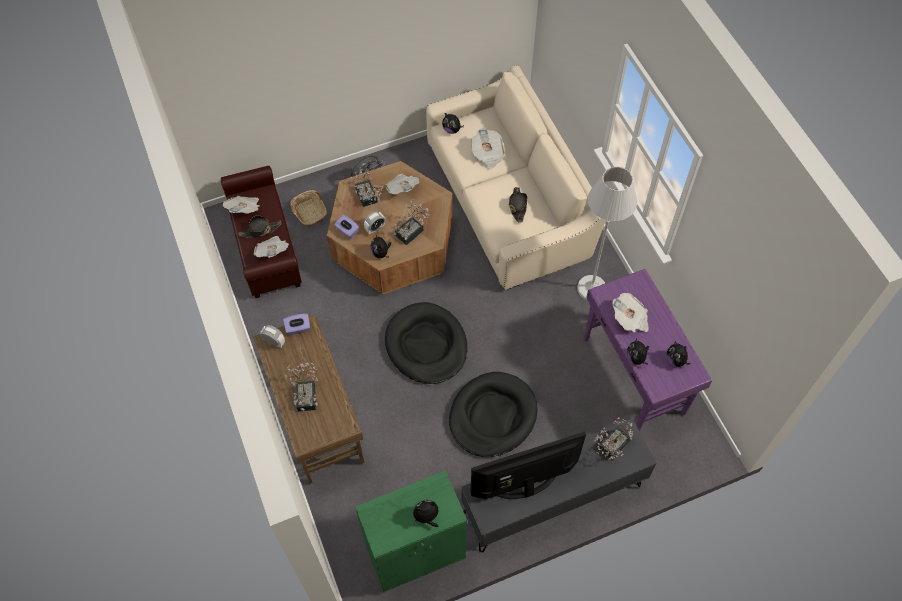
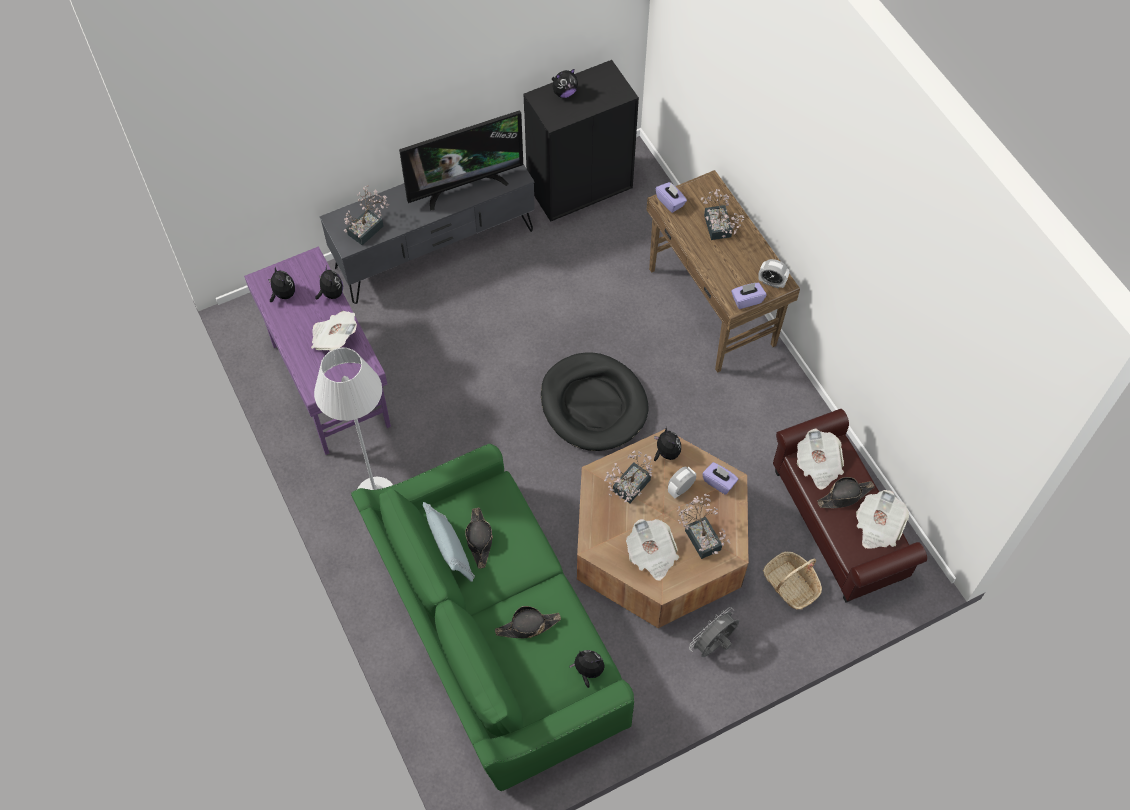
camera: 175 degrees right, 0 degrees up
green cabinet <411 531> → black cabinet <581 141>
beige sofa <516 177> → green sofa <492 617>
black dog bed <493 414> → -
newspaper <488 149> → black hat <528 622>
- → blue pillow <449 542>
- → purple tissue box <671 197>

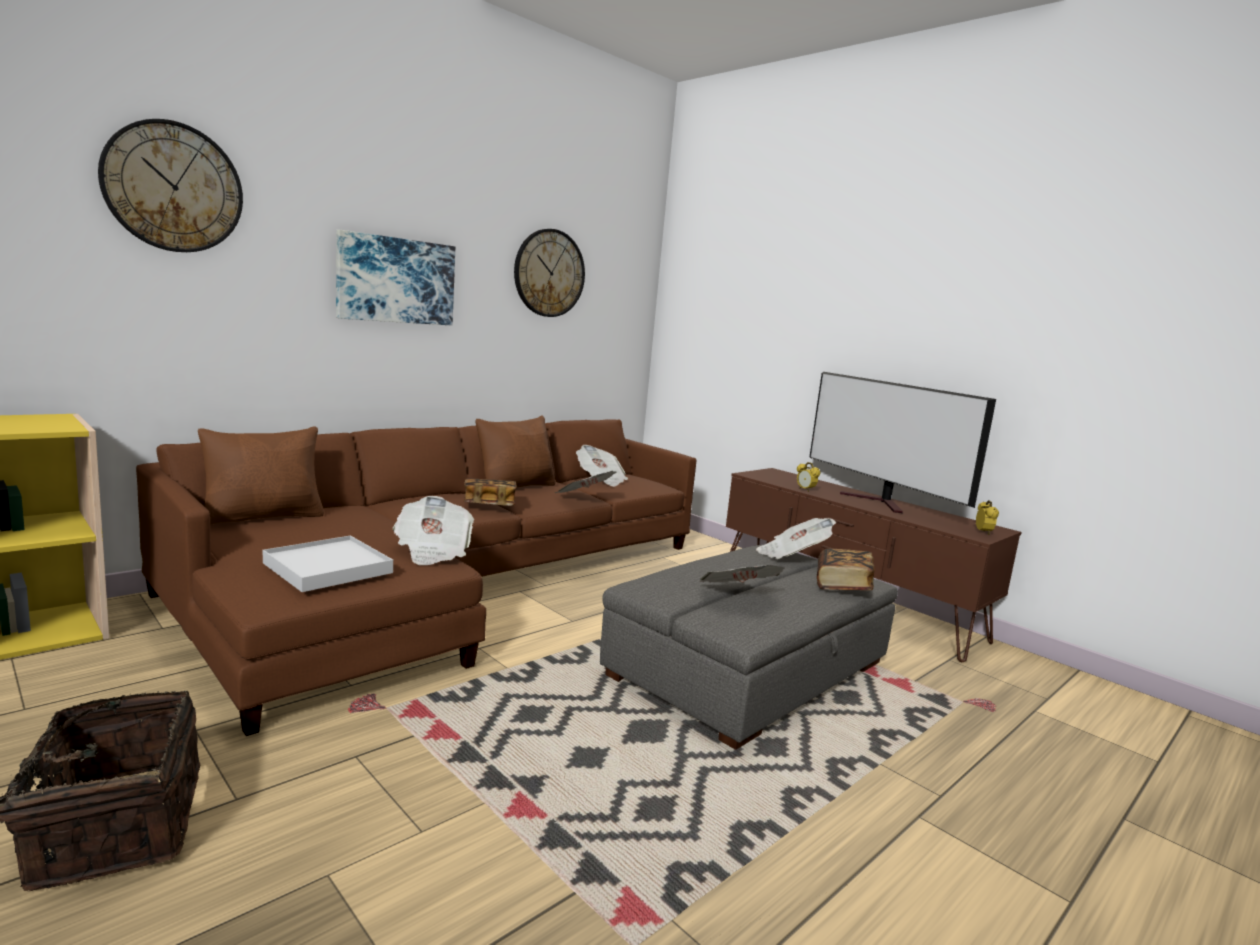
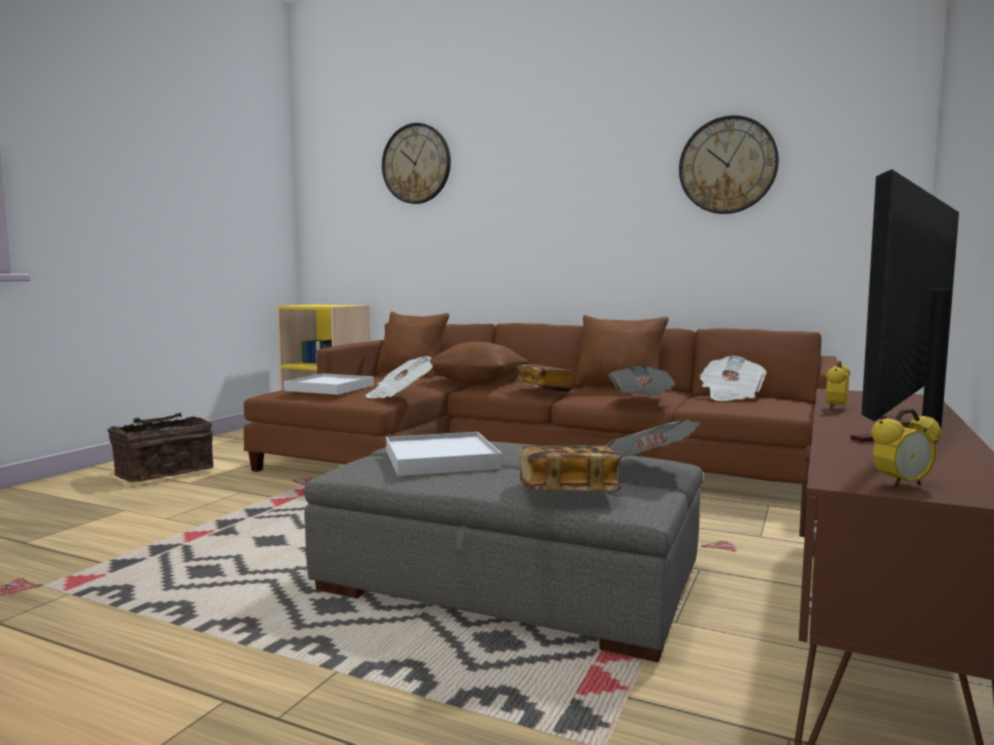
camera: 70 degrees right, 5 degrees down
picture <395 278> → -
newspaper <742 574> → white tray <444 454>
- → brown pillow <479 363>

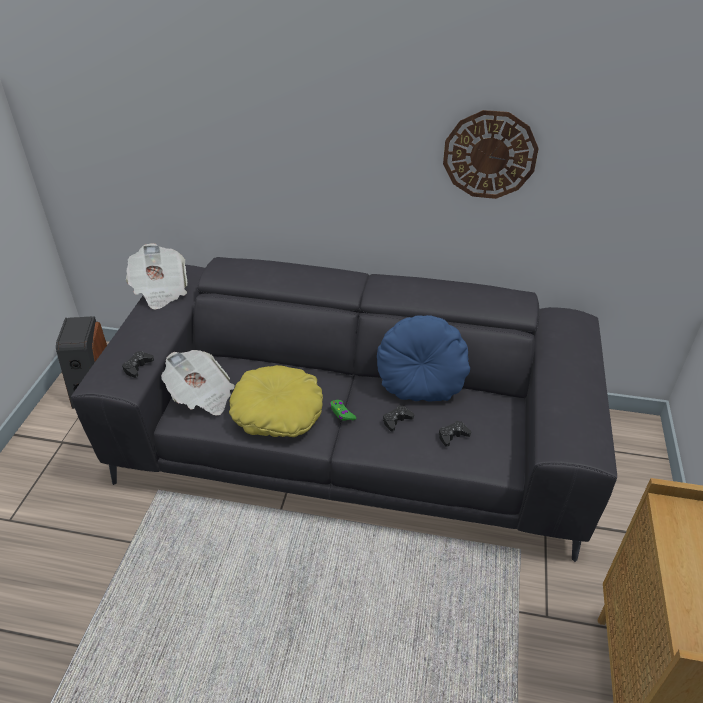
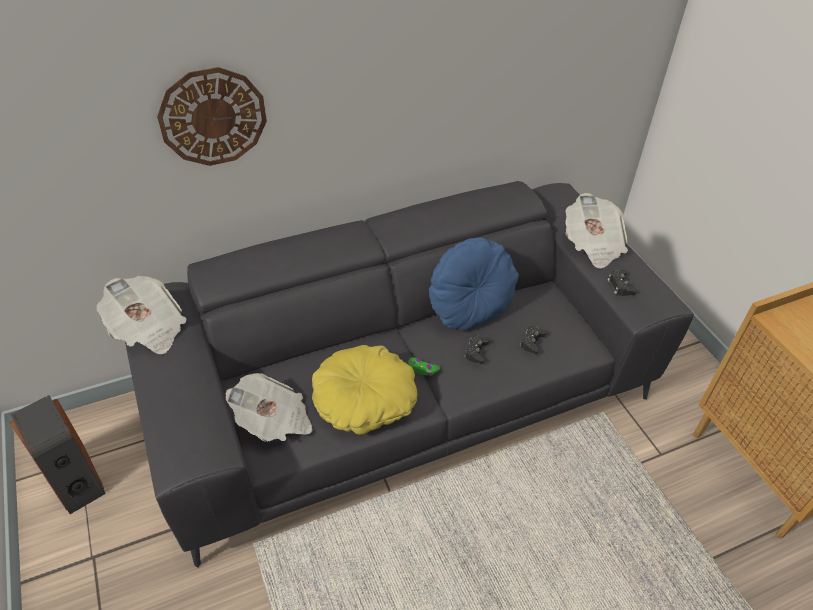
camera: 35 degrees left, 5 degrees up
black game controller <138 364> → black game controller <622 283>, relocated
wall clock <491 154> → wall clock <212 116>, relocated
- → newspaper <596 231>

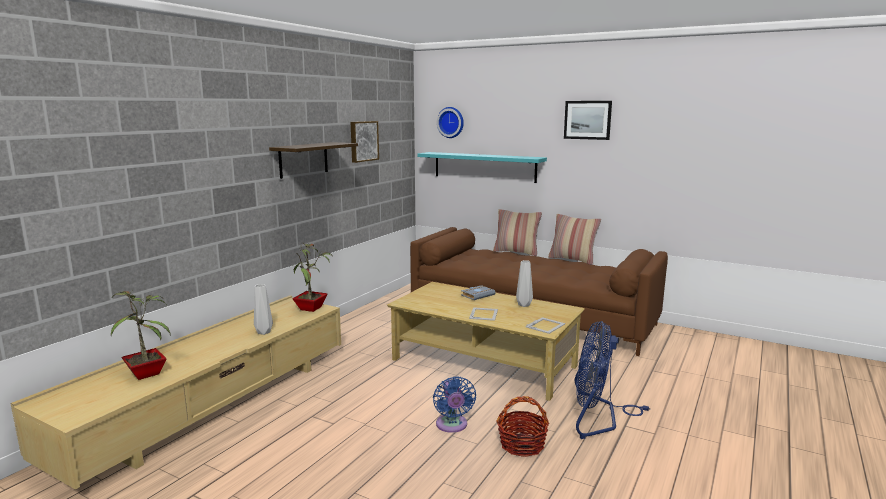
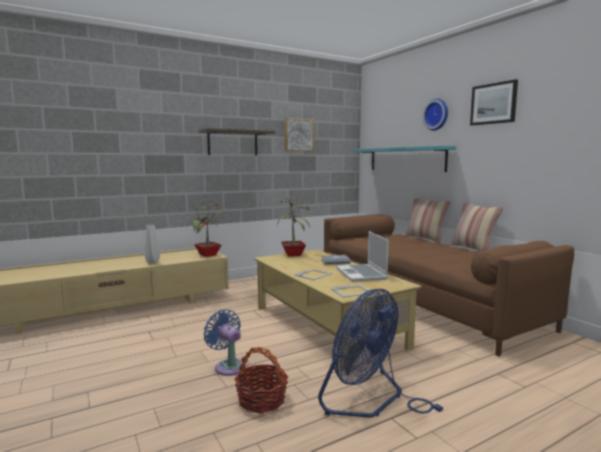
camera: 30 degrees right, 5 degrees down
potted plant <141 335> → potted plant <293 227>, relocated
blue fan <454 404> → blue fan <224 343>, 120 degrees clockwise
wall clock <450 122> → wall clock <435 114>, relocated
grey vase <524 283> → laptop <362 256>

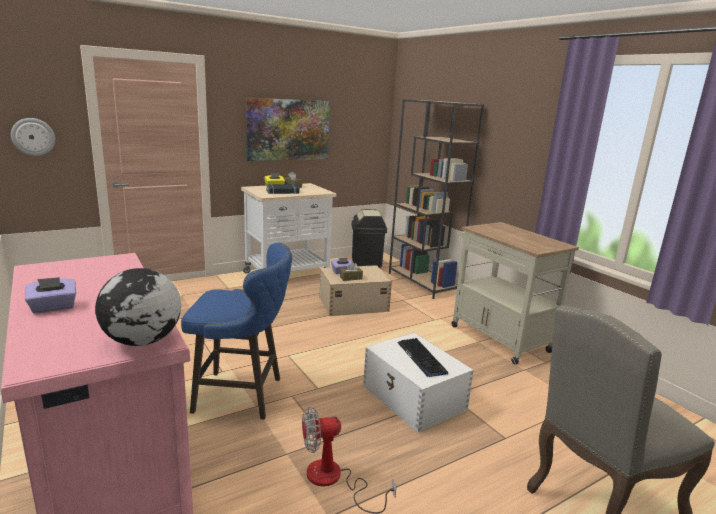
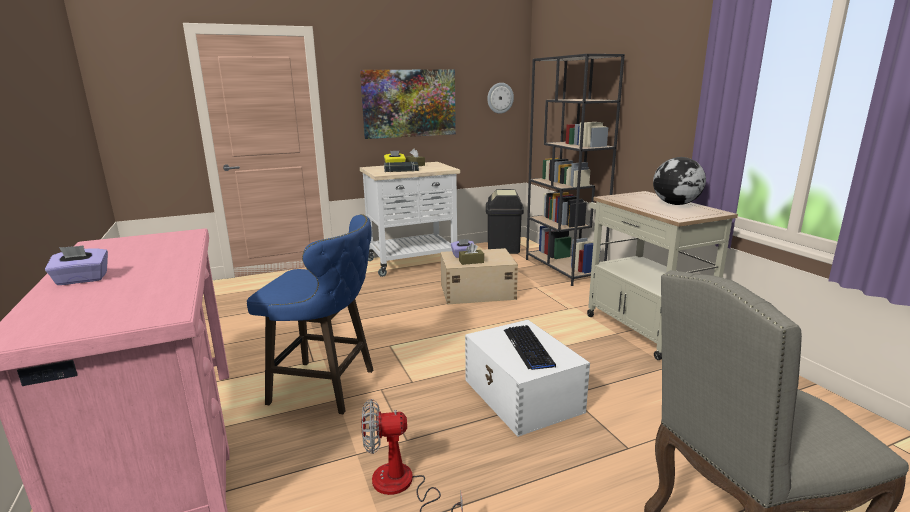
camera: 10 degrees right, 0 degrees up
wall clock <33 137> → wall clock <500 98>, relocated
globe <138 307> → globe <679 181>, relocated

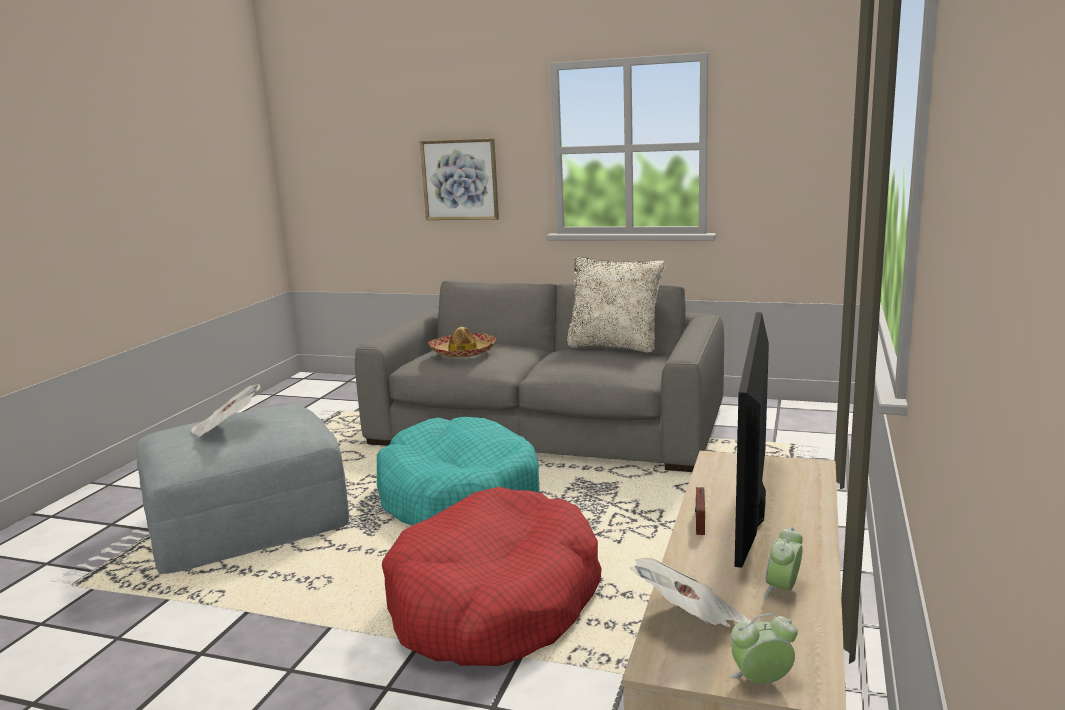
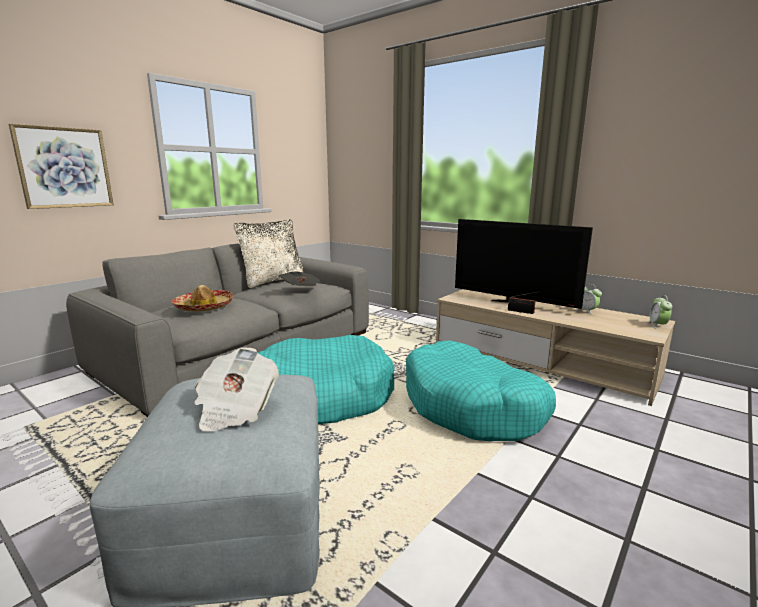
camera: 70 degrees left, 0 degrees up
red dog bed <492 576> → turquoise dog bed <481 391>
newspaper <690 592> → newspaper <300 279>, relocated

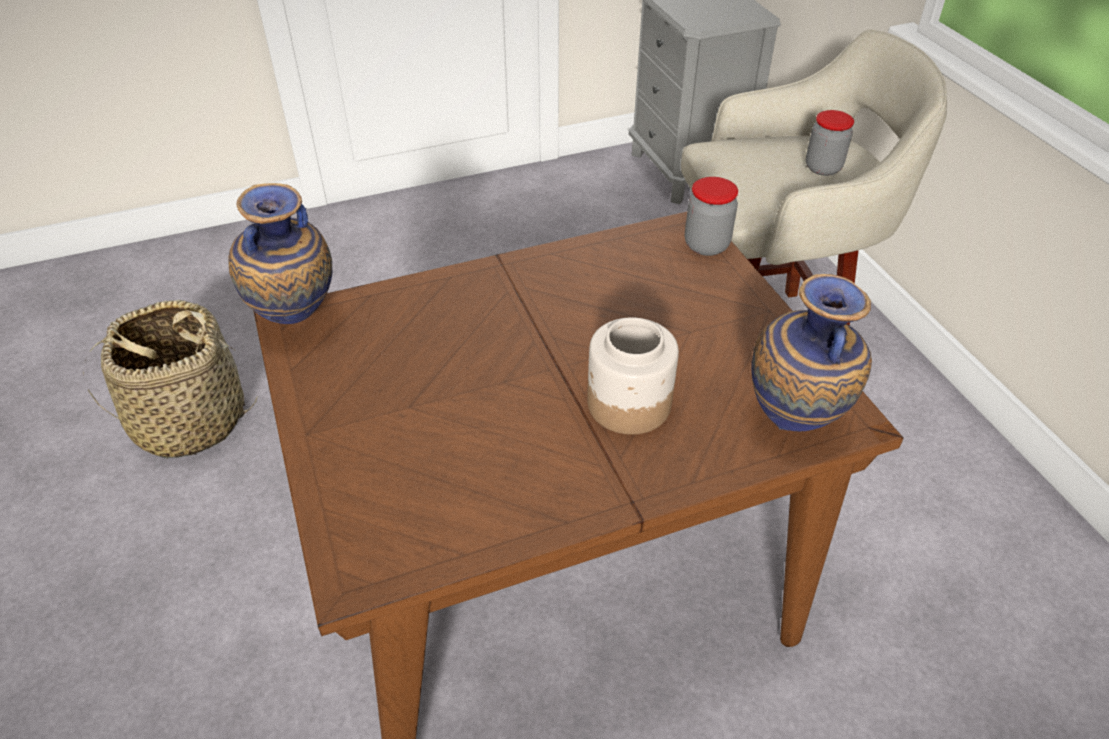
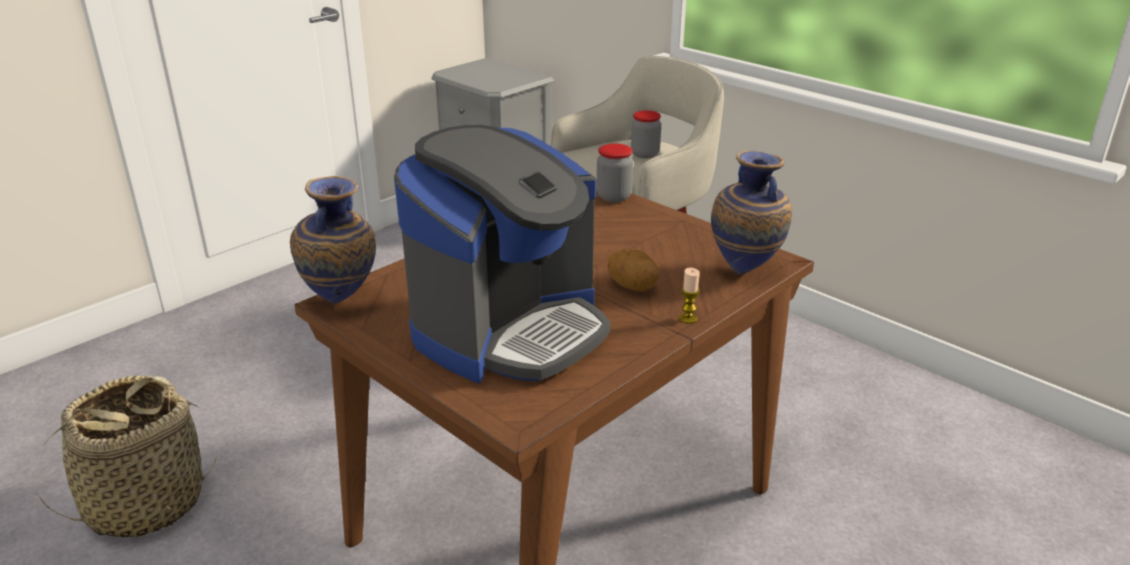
camera: 25 degrees left, 15 degrees down
jar <633 376> → potato <633 270>
- → coffee machine <502 254>
- → candle <689 296>

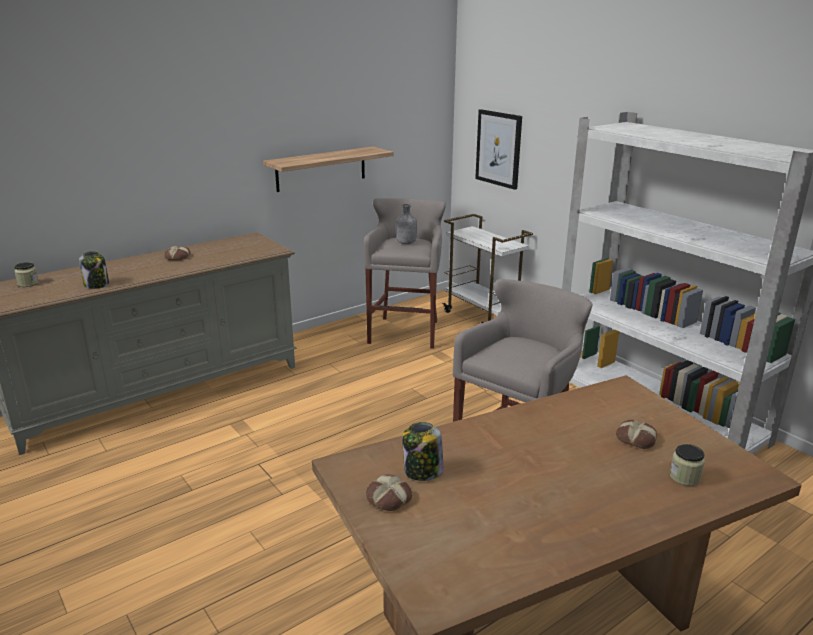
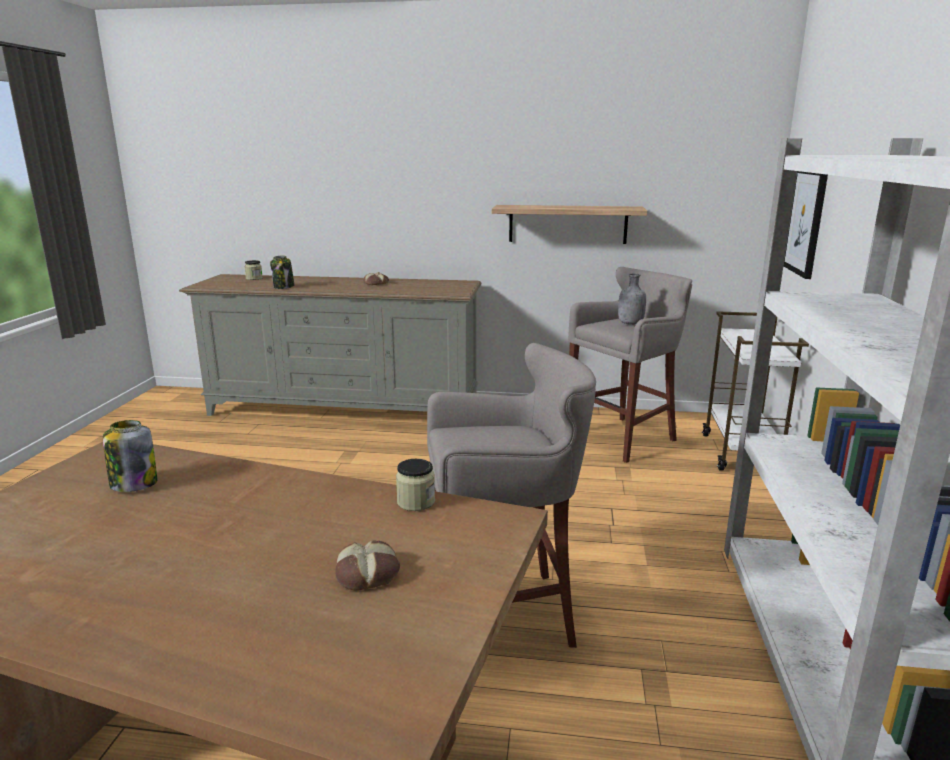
camera: 45 degrees right, 5 degrees down
bread <389 493> → -
jar <687 465> → jar <415 485>, relocated

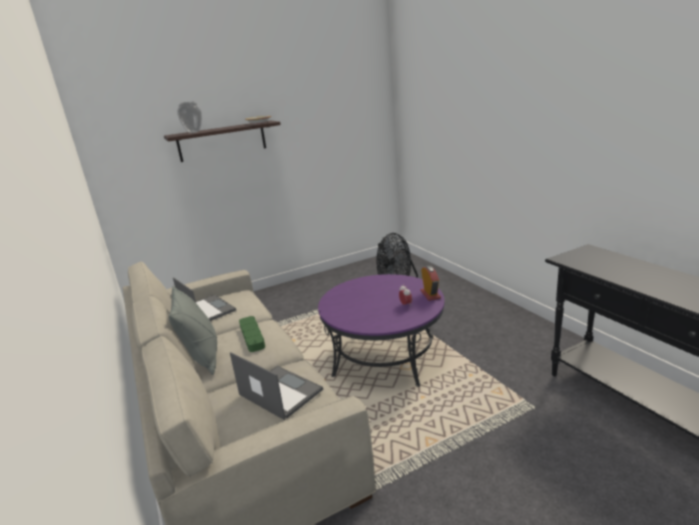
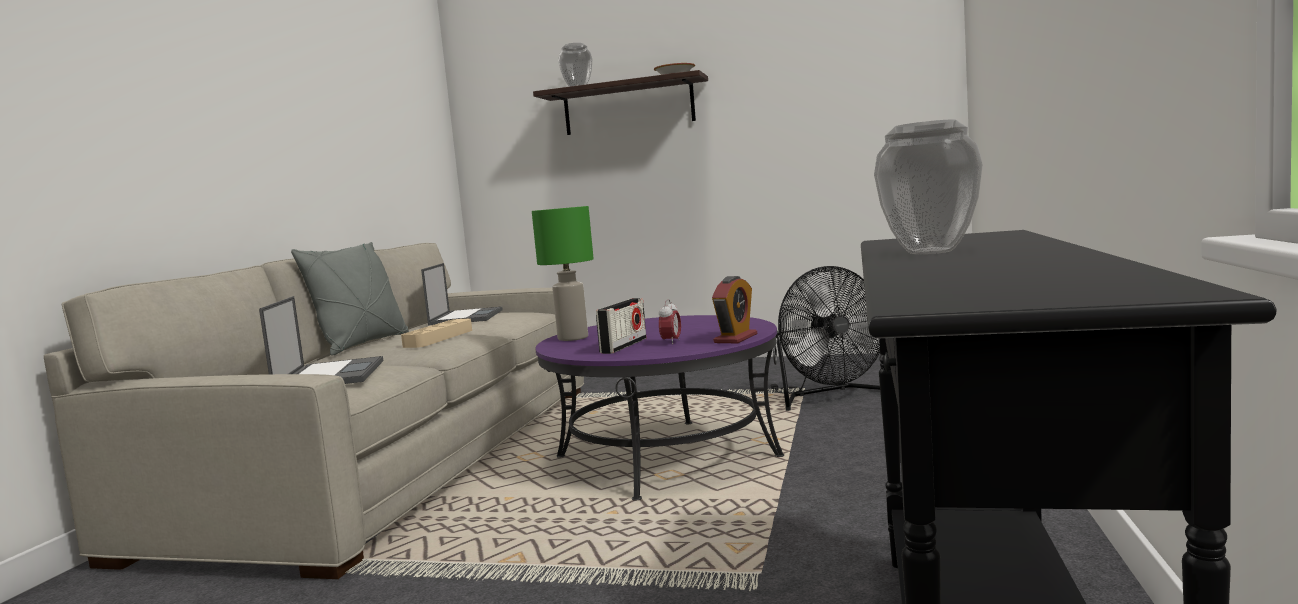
camera: 40 degrees right, 15 degrees down
green tray <252 334> → beige tray <436 333>
- → green table lamp <563 273>
- → radio <621 326>
- → vase <928 186>

